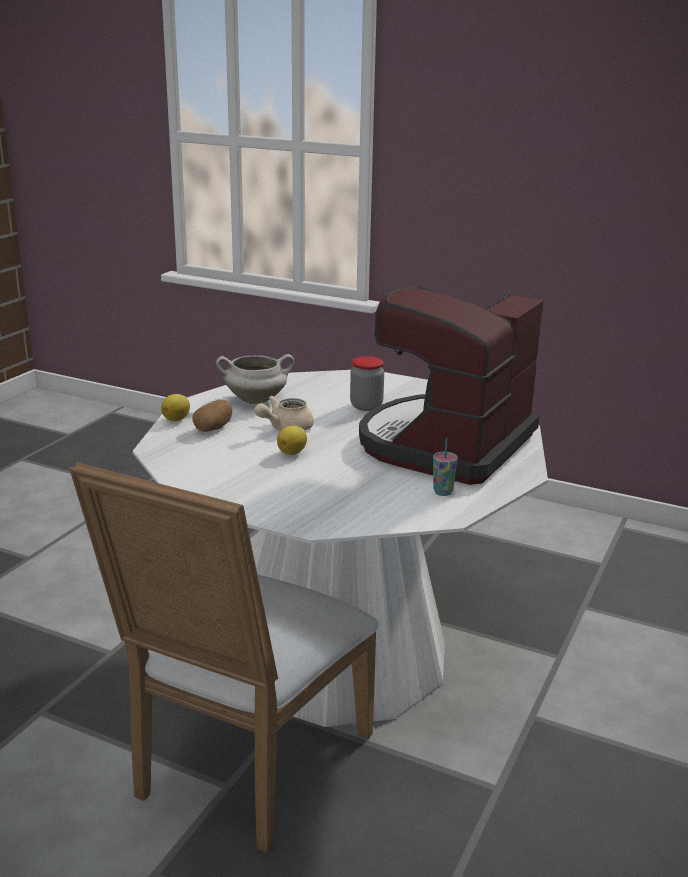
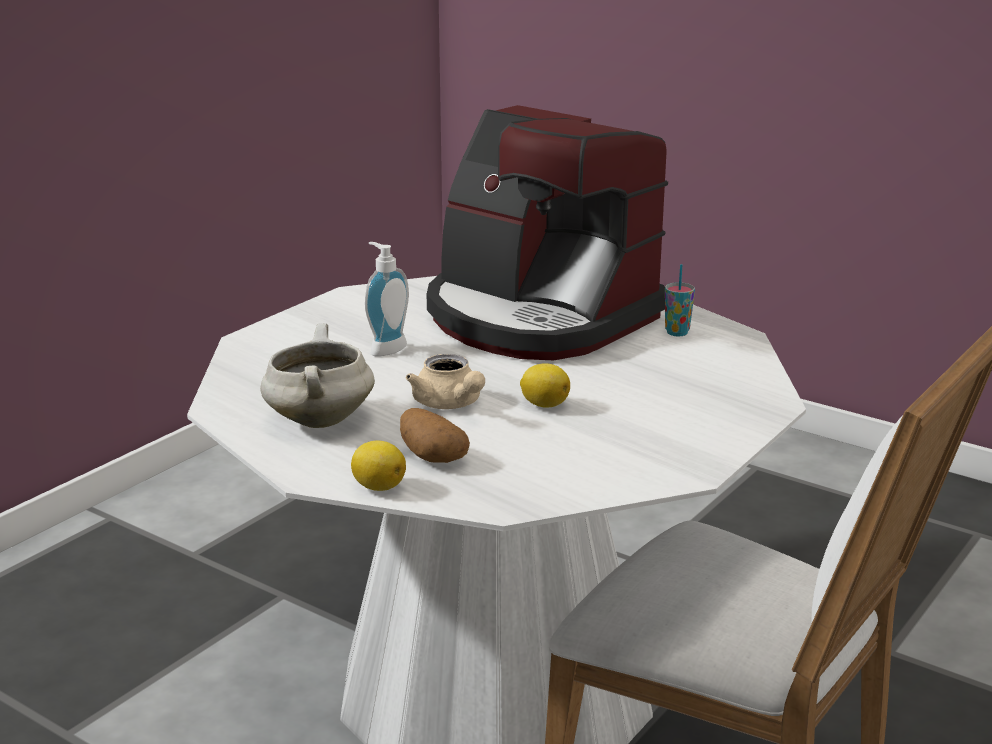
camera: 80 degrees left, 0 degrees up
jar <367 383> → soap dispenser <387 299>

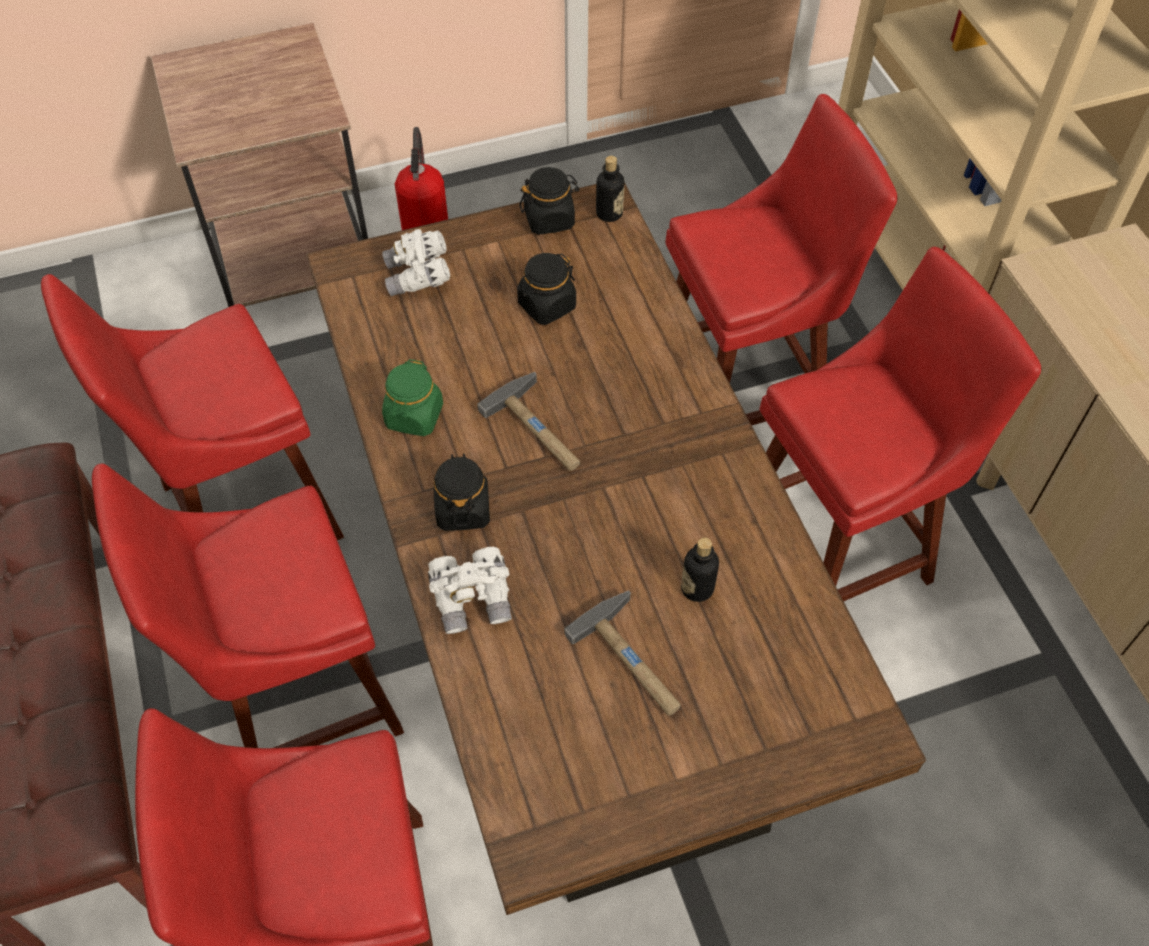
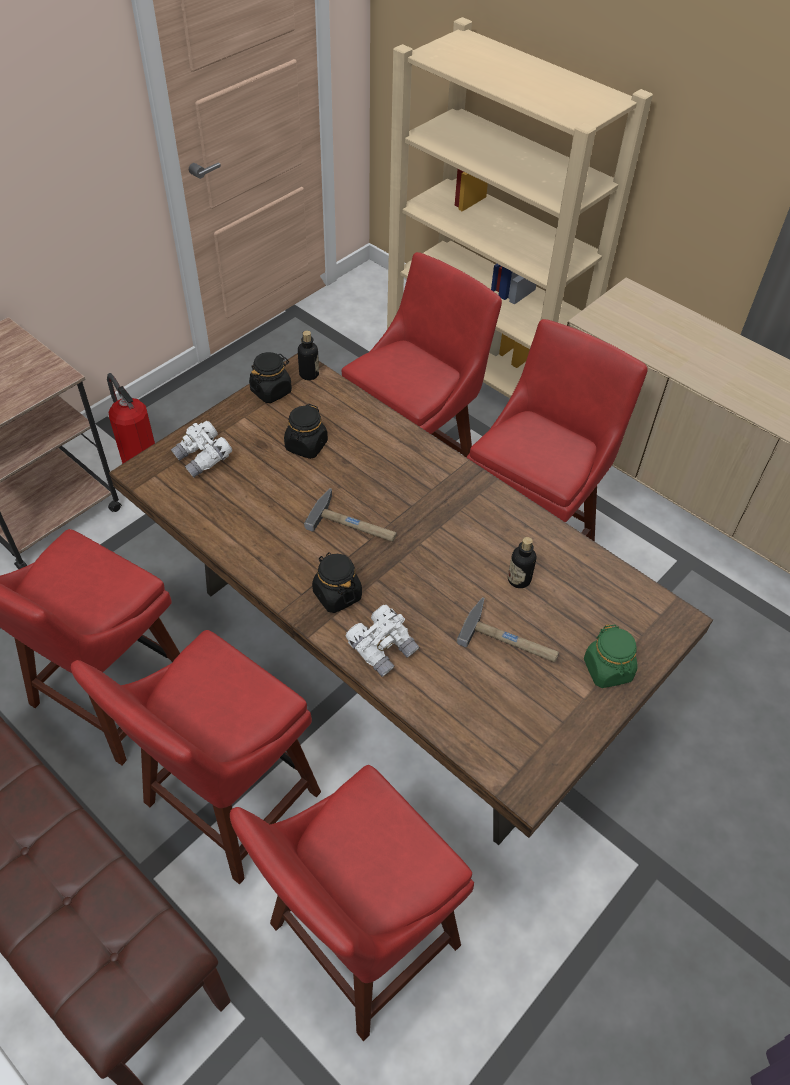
camera: 30 degrees left, 5 degrees down
green jar <412 397> → green jar <611 656>, relocated

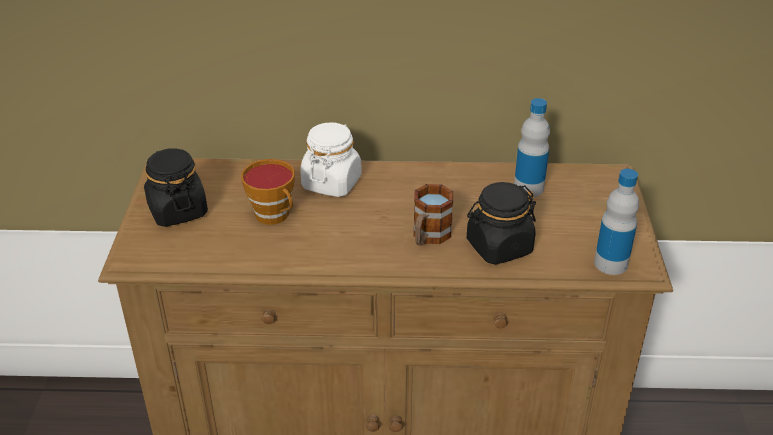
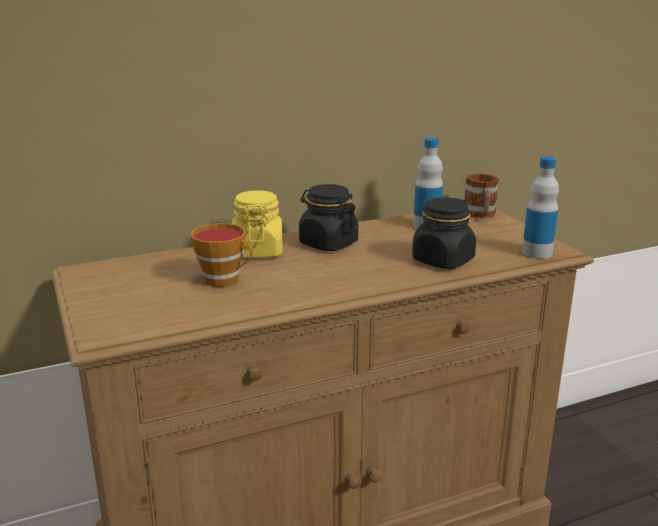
camera: 25 degrees left, 15 degrees down
black jar <176 187> → black jar <328 217>, relocated
white jar <331 159> → yellow jar <257 224>
mug <433 215> → mug <482 195>, relocated

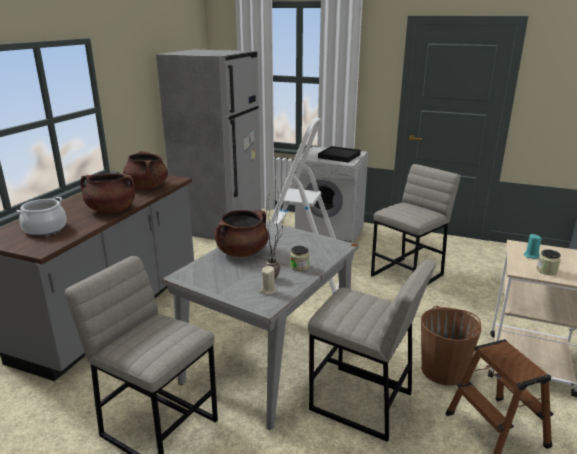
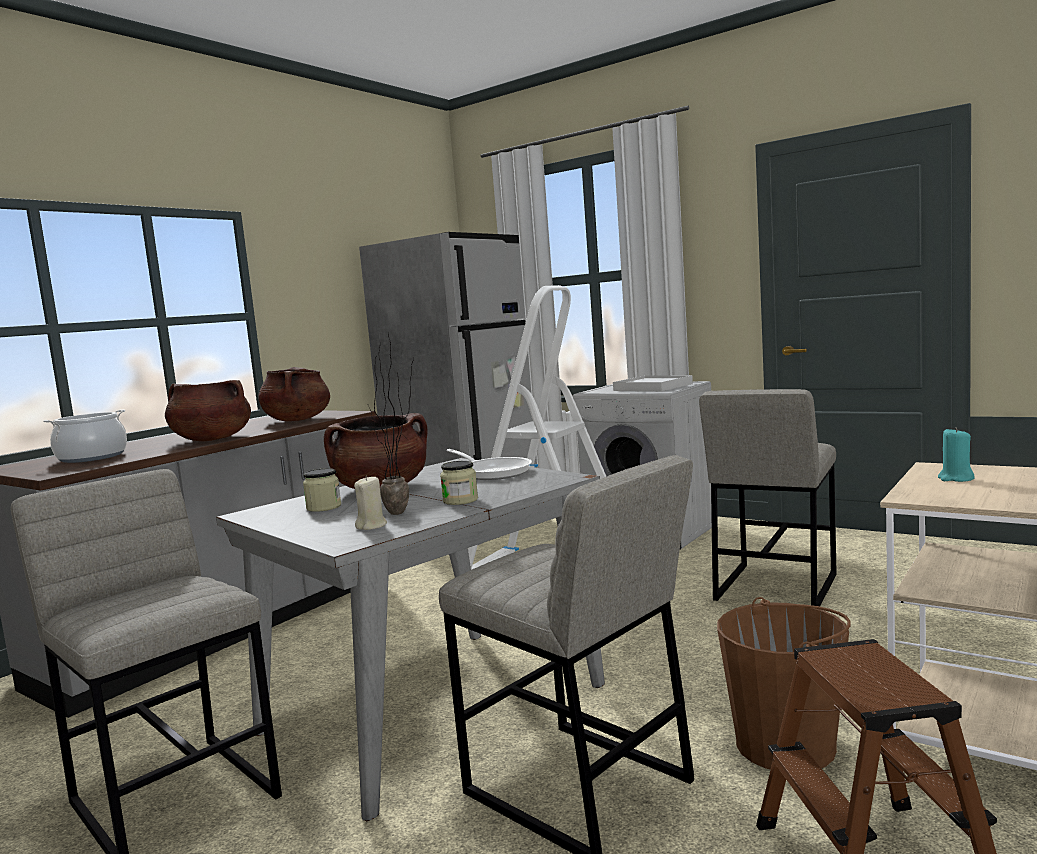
camera: 15 degrees right, 15 degrees down
black tray <339 154> → white tray <653 383>
grey chair <415 224> → grey chair <768 497>, 150 degrees clockwise
jar <549 262> → jar <322 490>, relocated
- → frying pan <489 464>

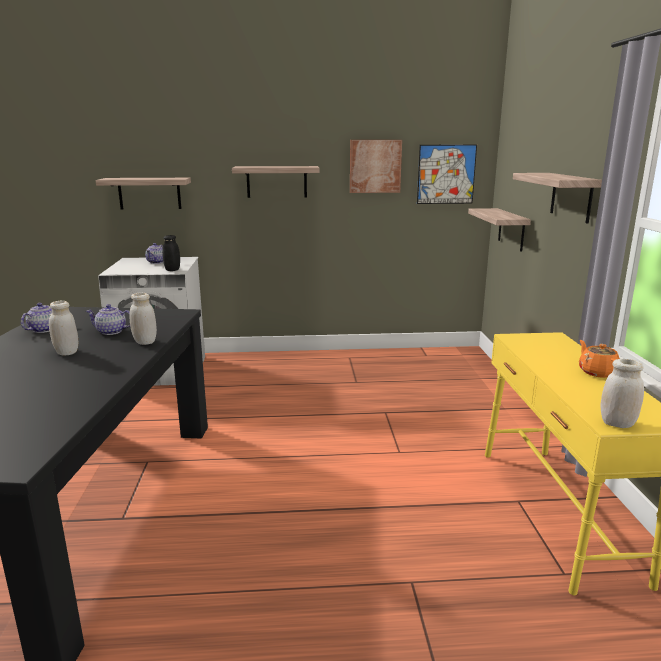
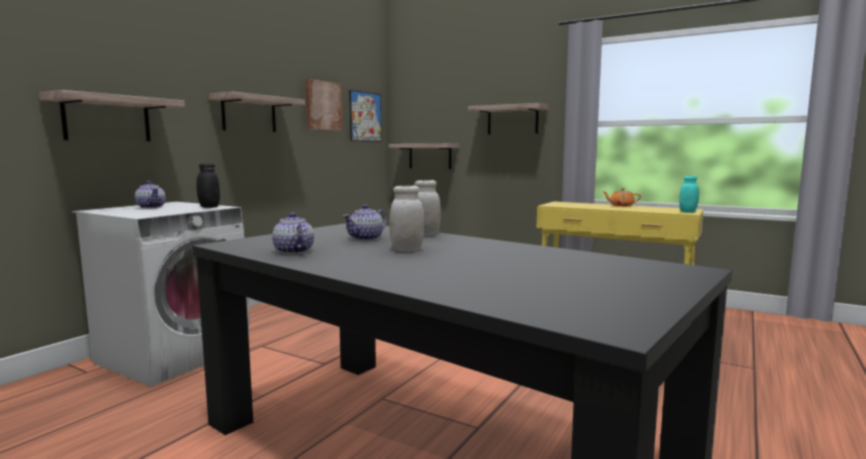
camera: 55 degrees left, 10 degrees down
white jar <622 393> → turquoise jar <689 194>

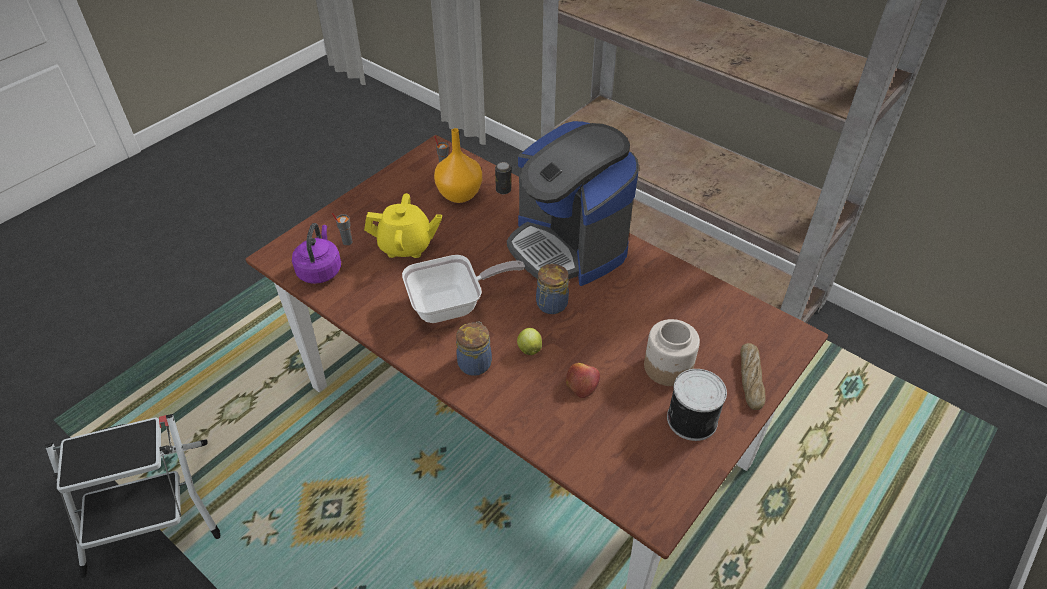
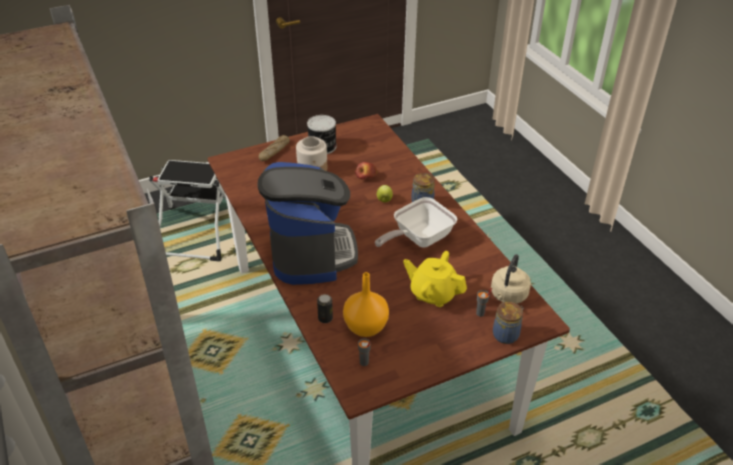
camera: 155 degrees left, 5 degrees down
step ladder <133 496> → step ladder <187 210>, relocated
purple kettle <316 253> → beige kettle <511 279>
frying pan <463 289> → frying pan <416 222>, 45 degrees counterclockwise
jar <552 289> → jar <508 323>, relocated

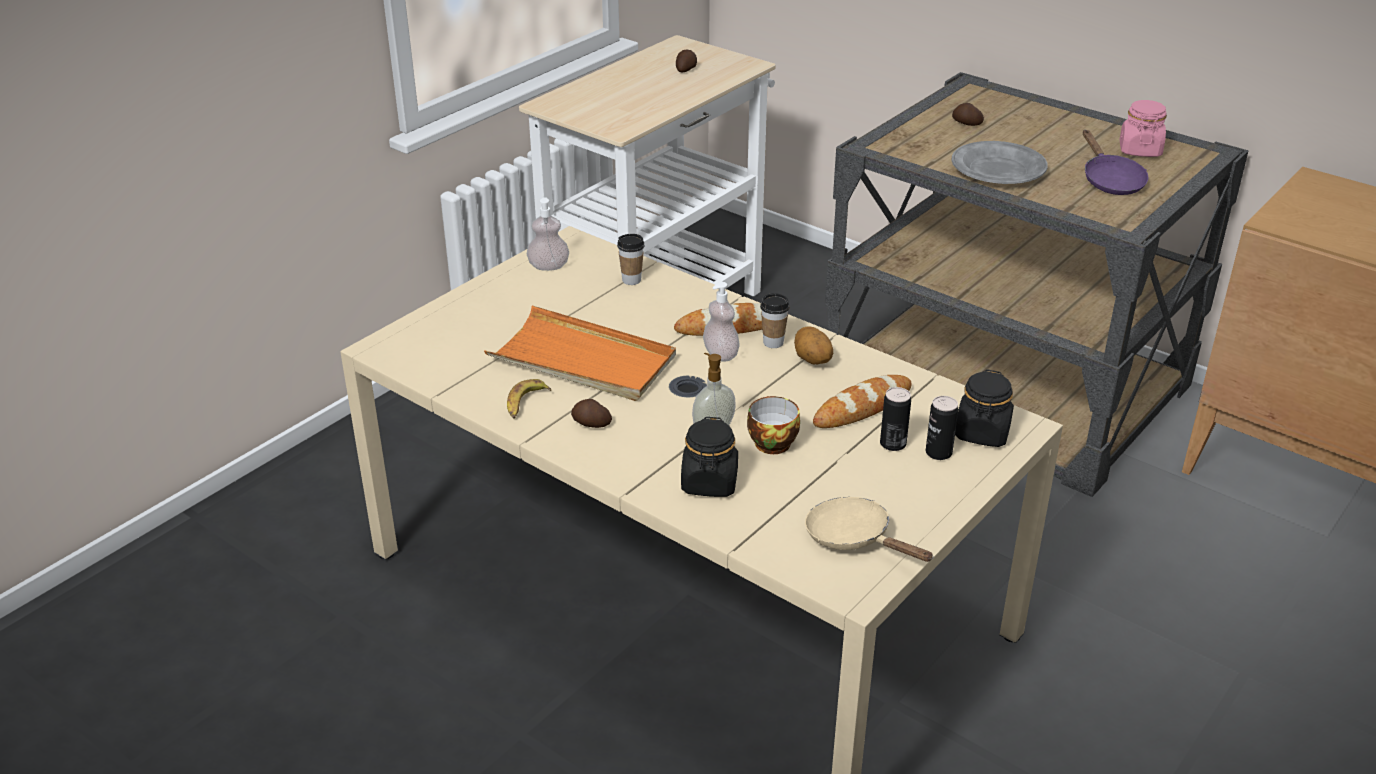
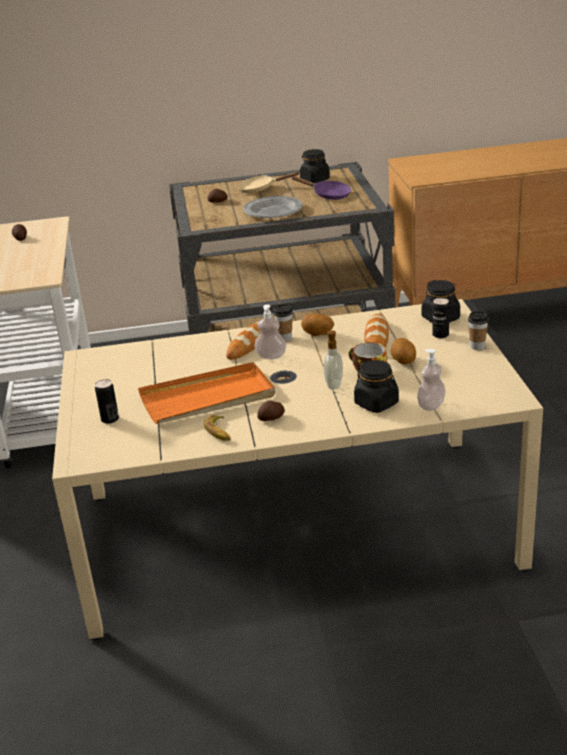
camera: 45 degrees left, 5 degrees down
soap dispenser <548 234> → soap dispenser <431 380>, relocated
cup <630 259> → cup <478 330>, relocated
beige frying pan <869 529> → beige frying pan <268 182>, relocated
can <895 419> → can <107 401>, relocated
pink jar <1143 128> → black jar <315 166>
- → potato <403 351>

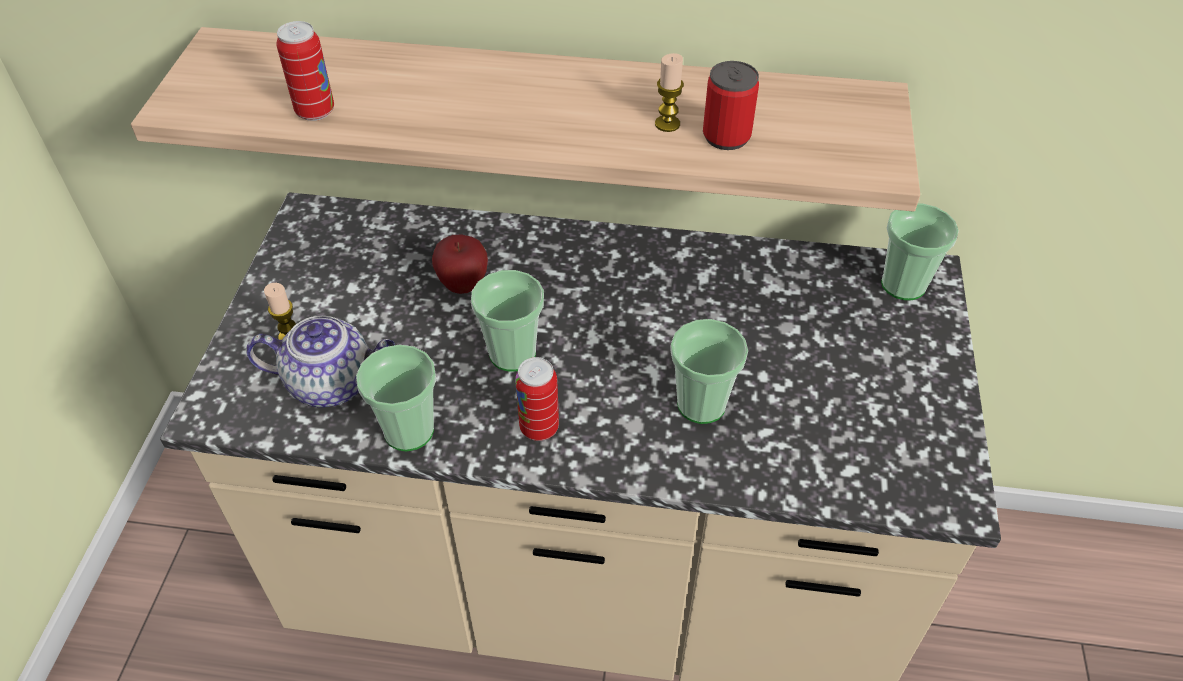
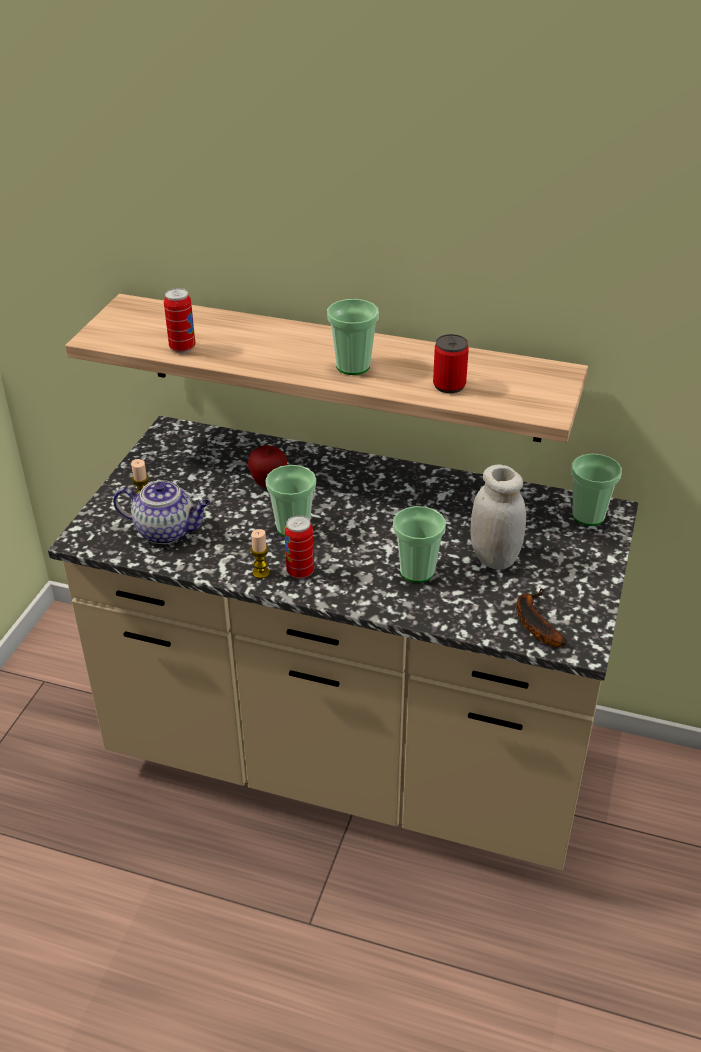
camera: 10 degrees right, 10 degrees down
cup <396 398> → cup <353 337>, relocated
candle <669 92> → candle <260 554>, relocated
- → white jar <498 517>
- → banana <541 617>

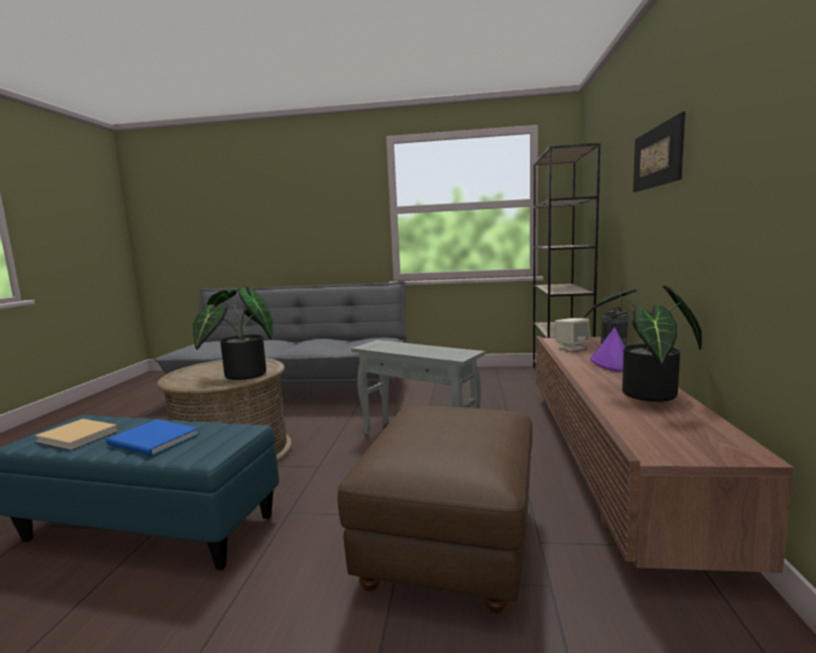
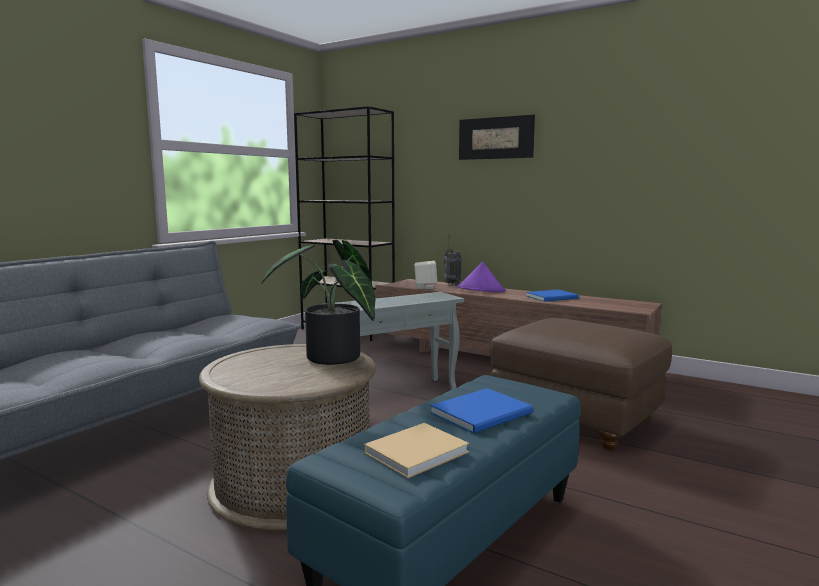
camera: 65 degrees left, 0 degrees up
potted plant <643 344> → blue book <552 295>

